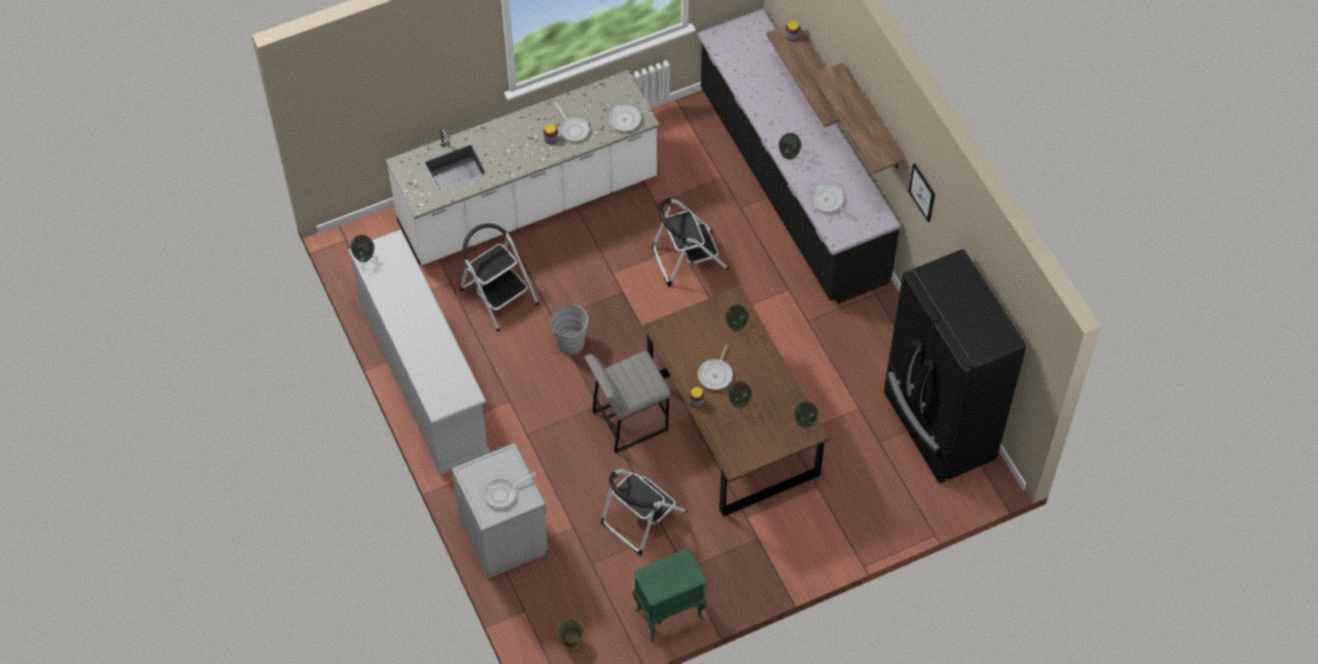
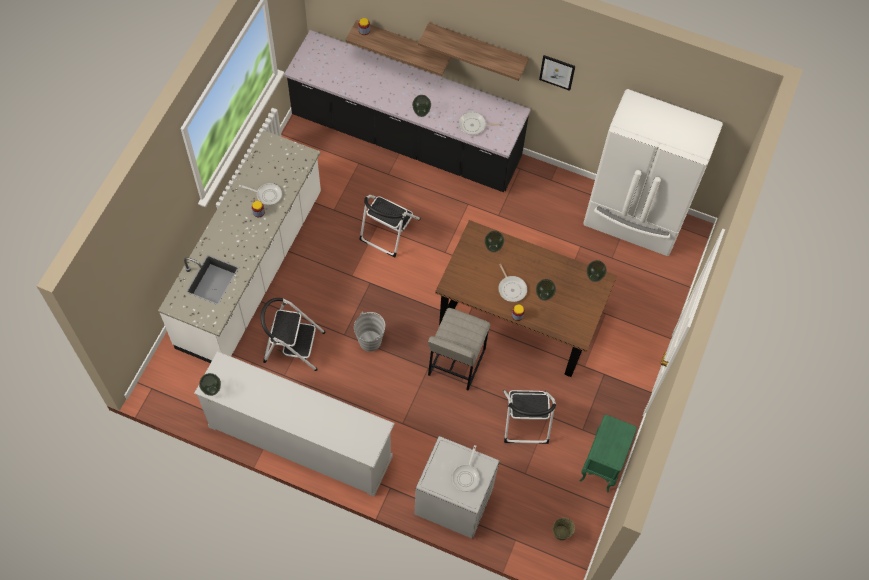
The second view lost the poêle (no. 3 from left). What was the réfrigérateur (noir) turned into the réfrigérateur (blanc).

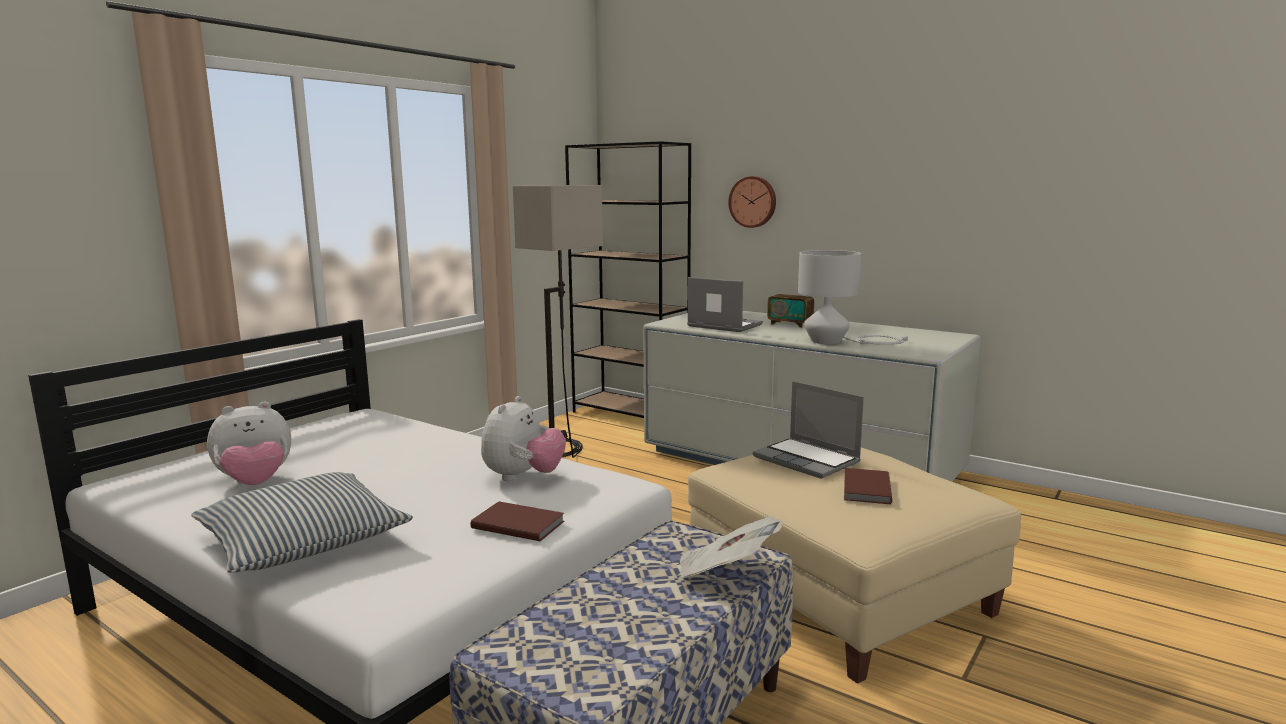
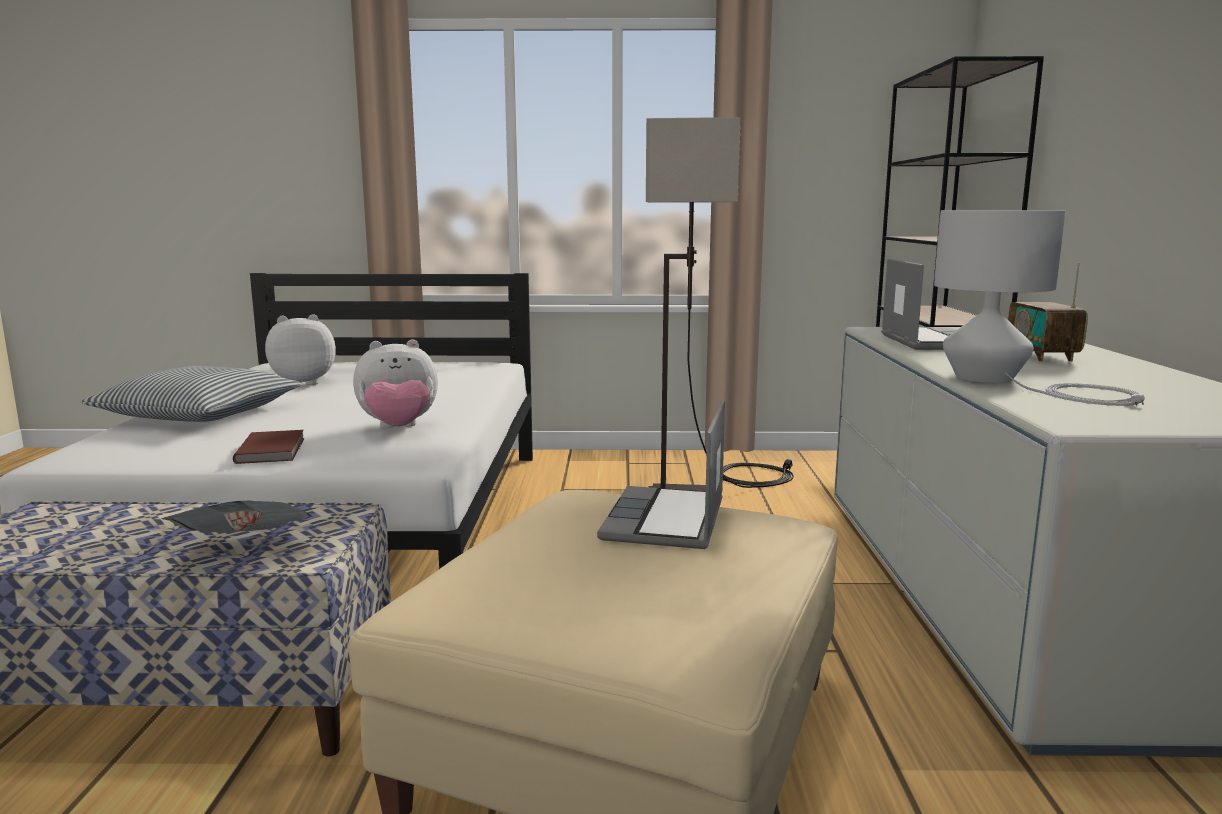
The second view lost the horloge murale. The second view lost the livre (marron) (no. 2 from left). The peluche (no. 1 from left) ended up facing another way, 135 degrees clockwise from before.

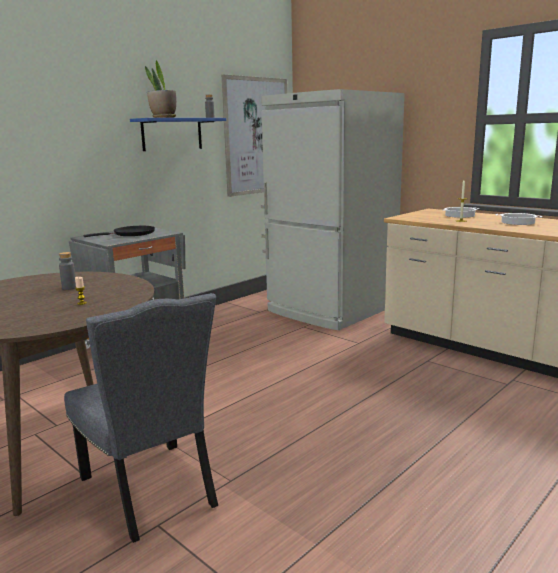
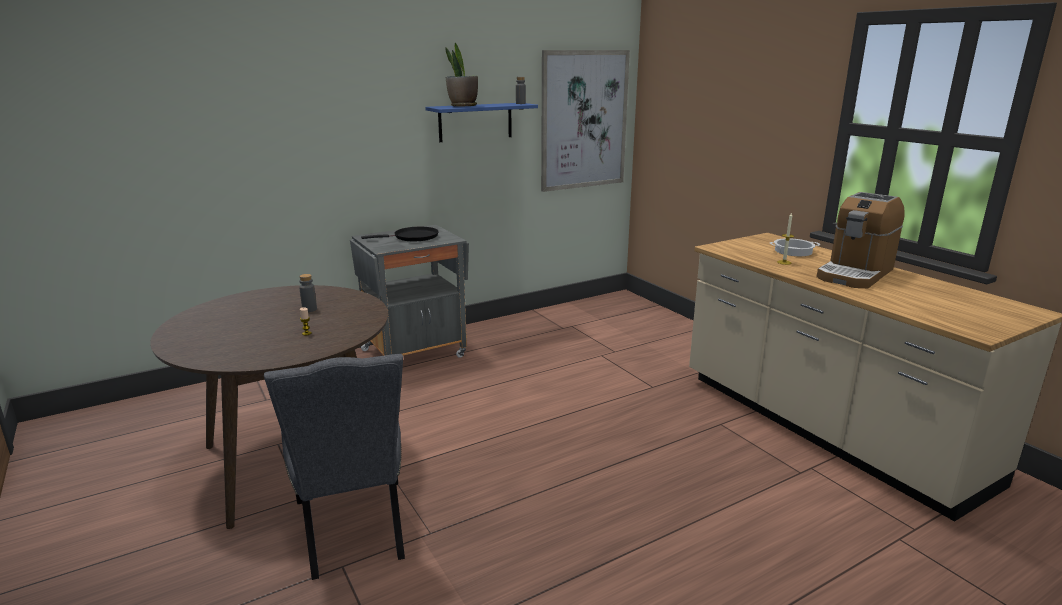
The second view lost the réfrigérateur (blanc). Where the marmite (no. 2 from left) stood, the machine à café came to stand.

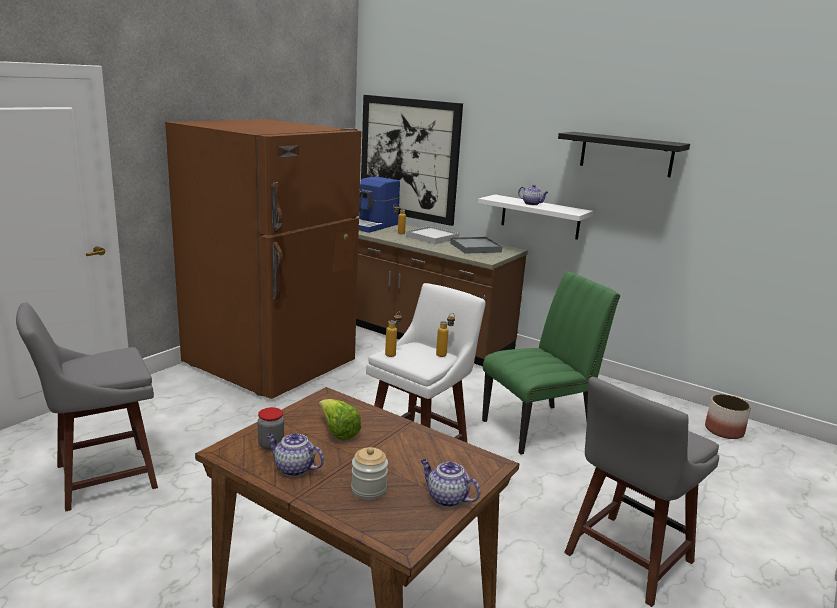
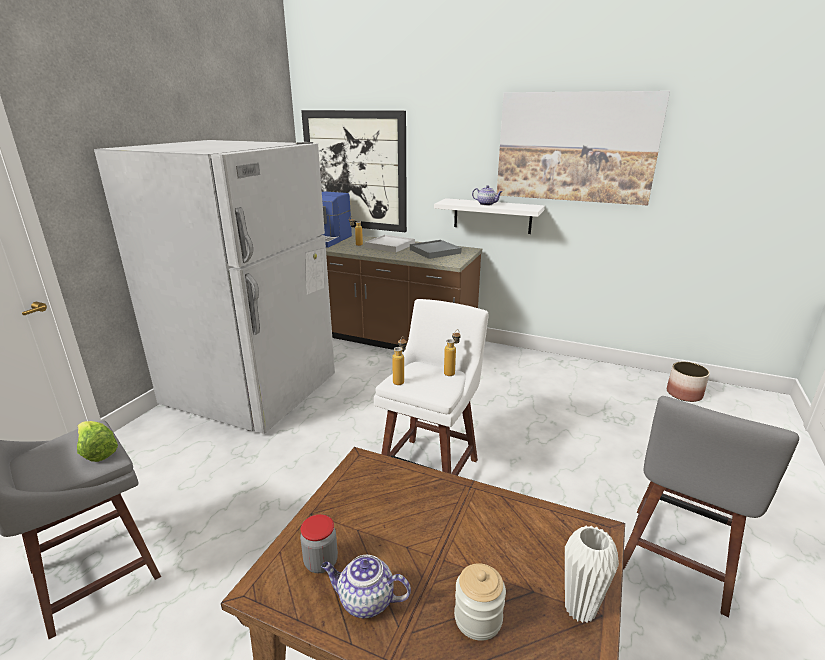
The second view lost the chaise (vert). The laitue ended up elsewhere. Where the théière (no. 2 from left) stood, the vase (blanc) came to stand. Where the étagère (noir) hung, the tableau (no. 2 from left) came to hang. What was the réfrigérateur (marron) turned into the réfrigérateur (blanc).

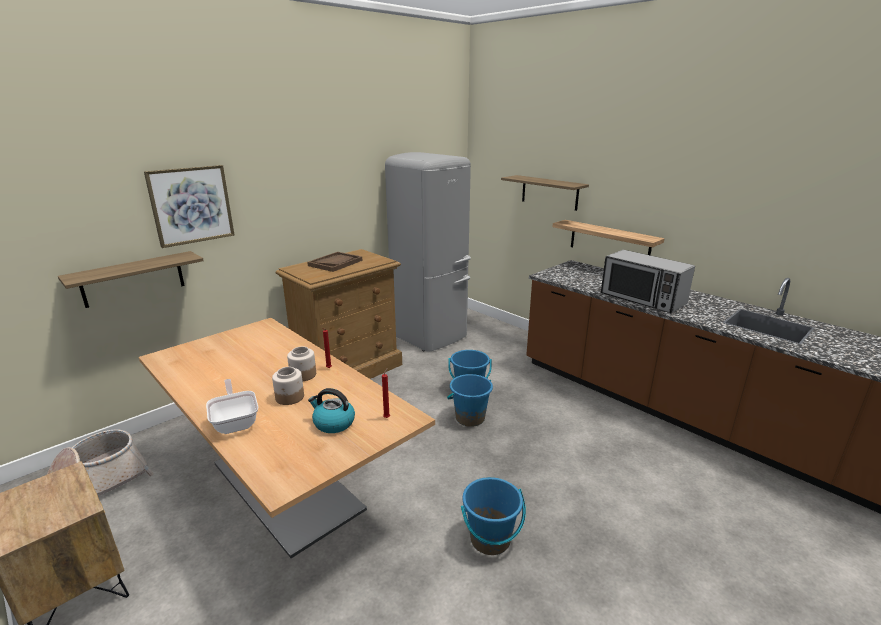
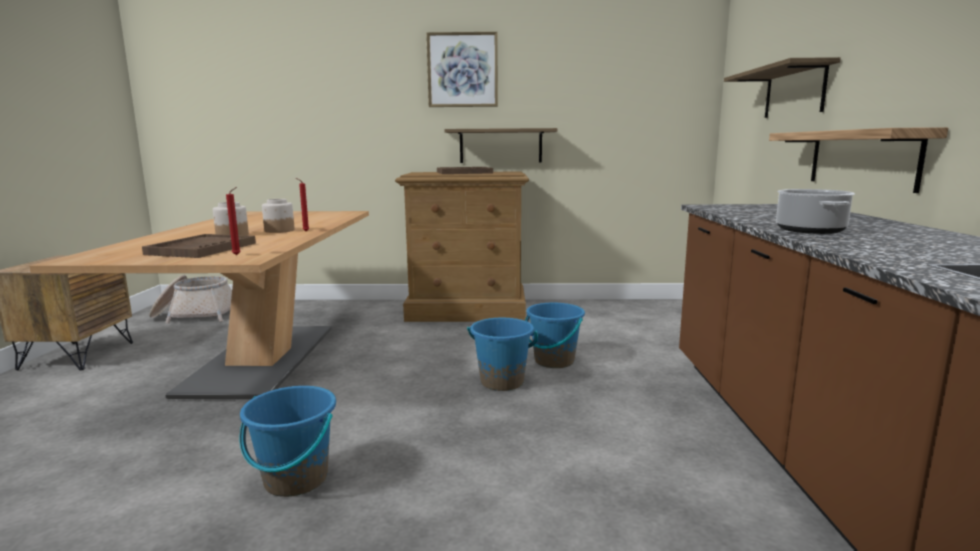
The second view lost the poêle. The second view lost the réfrigérateur (gris). The étagère (no. 1 from left) ended up elsewhere. The tableau ended up elsewhere. Where the bouilloire stood, the plateau (marron) (no. 1 from left) came to stand. Where the micro-ondes stood, the marmite came to stand.

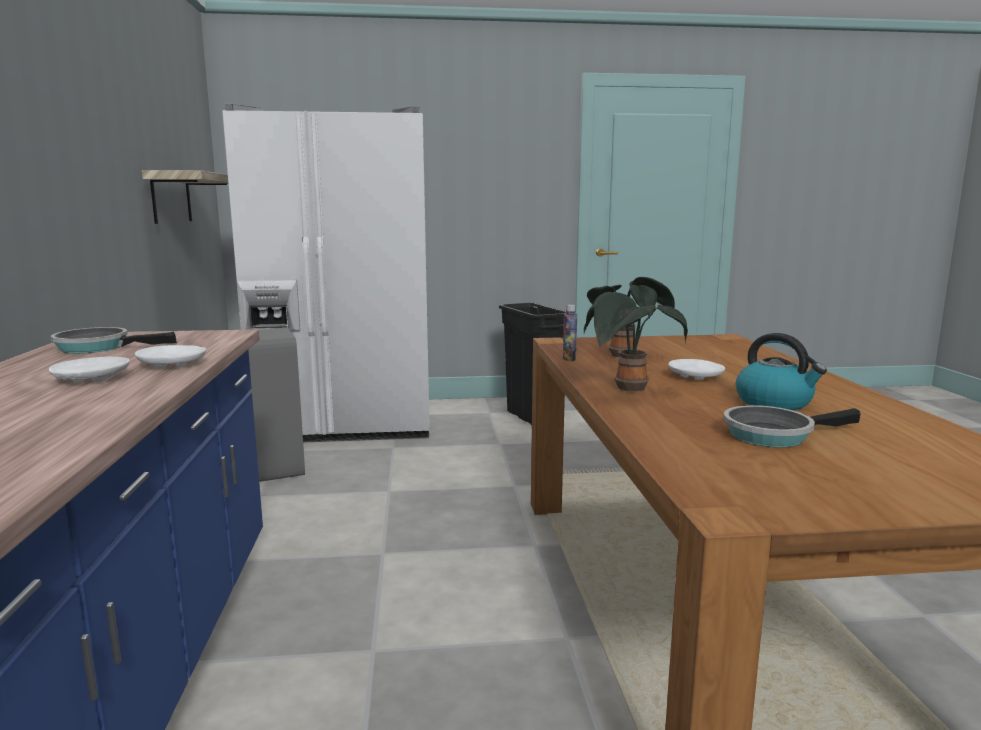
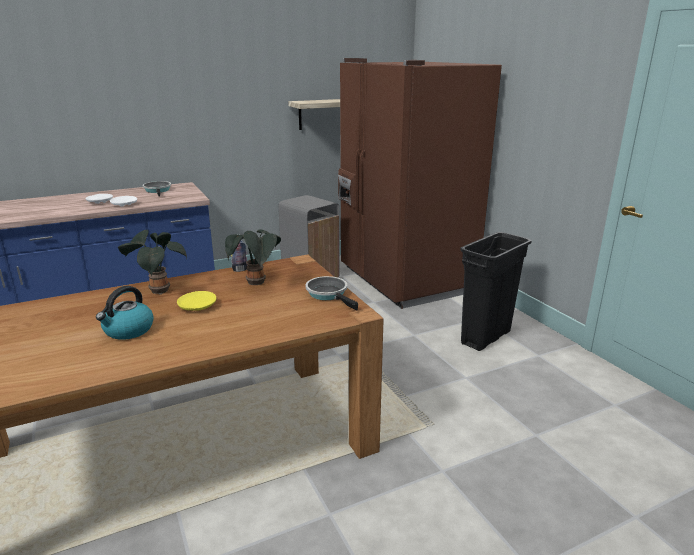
The poêle (no. 2 from left) ended up elsewhere. What was the réfrigérateur (blanc) turned into the réfrigérateur (marron). What was the assiette (blanc) (no. 3 from left) turned into the assiette (jaune).

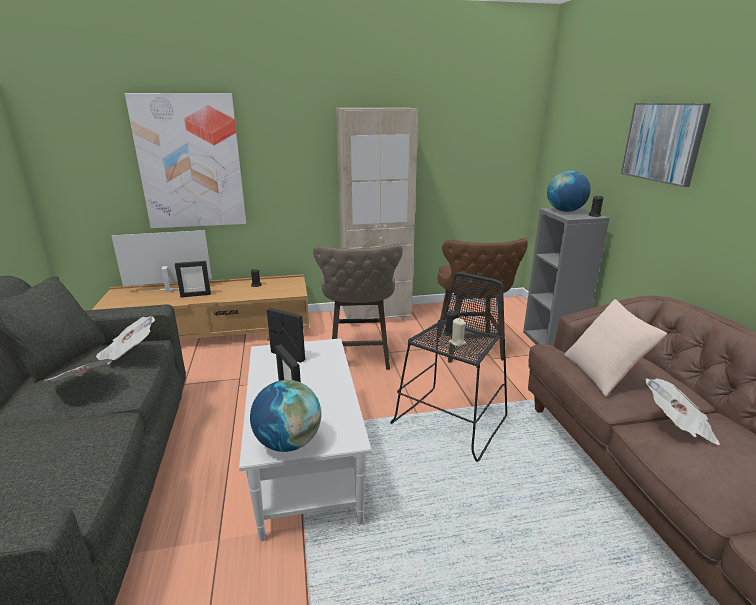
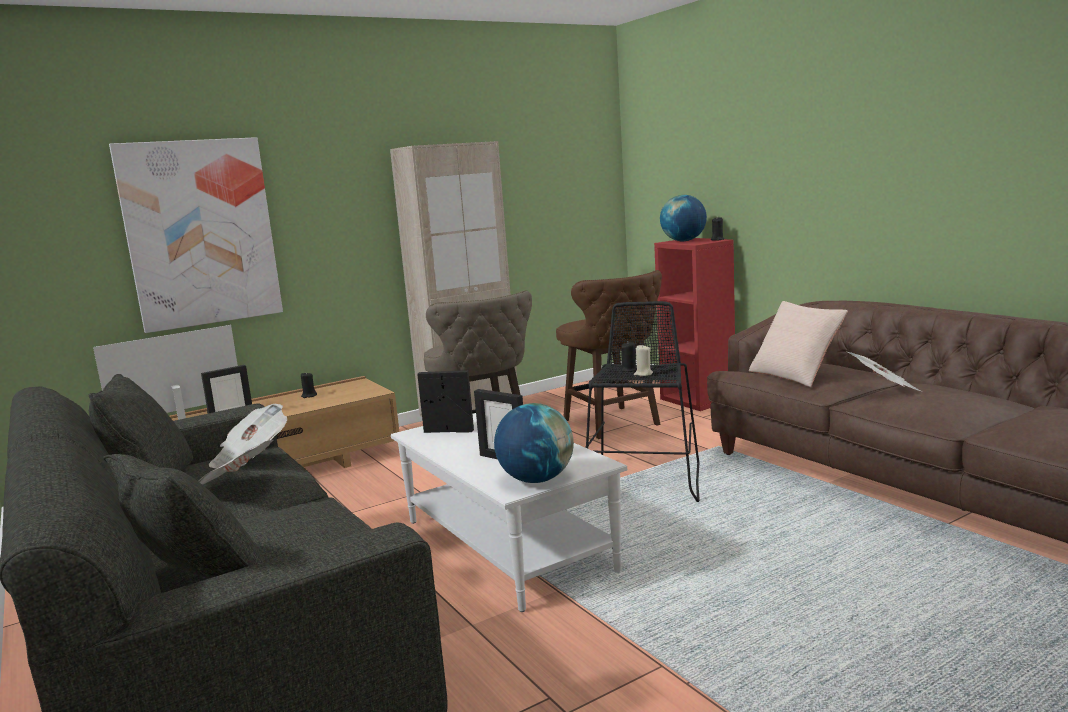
The second view lost the tableau (no. 2 from left). What was the bibliothèque (gris) turned into the bibliothèque (rouge).

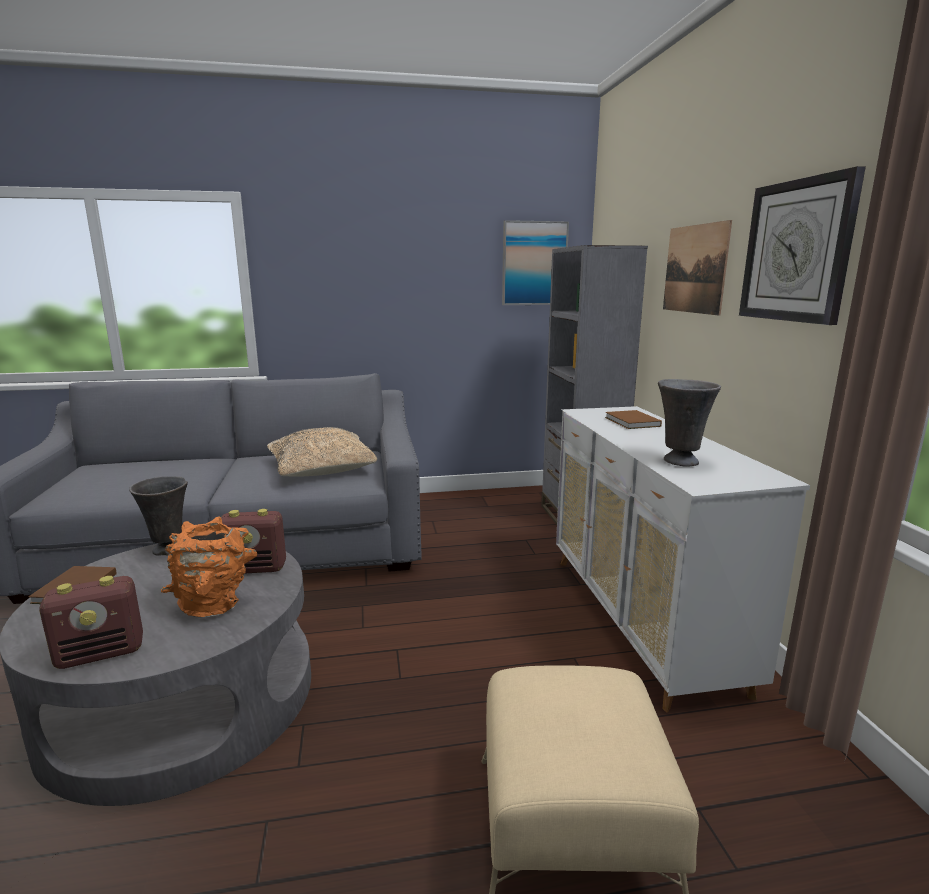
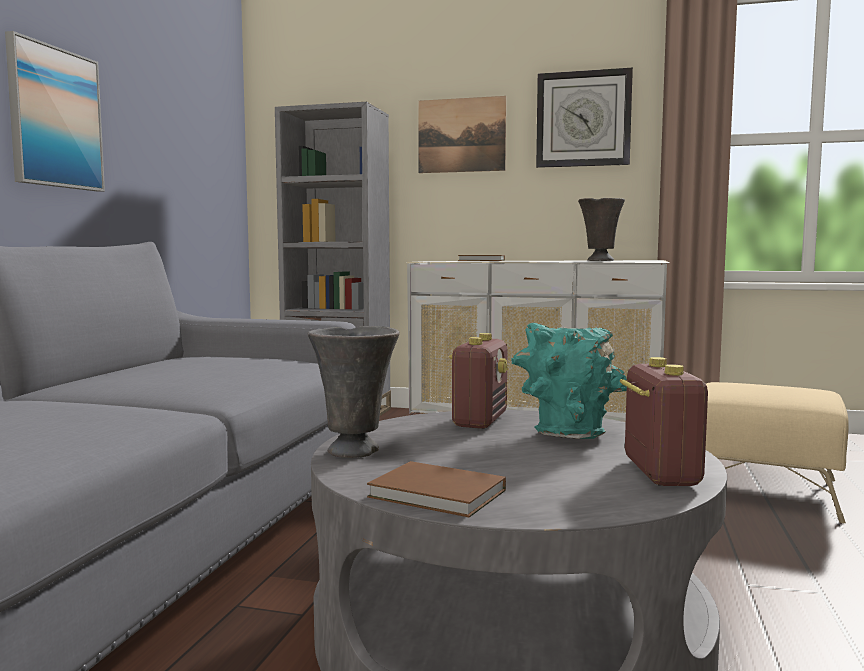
The second view lost the coussin (beige). The tableau (no. 1 from left) ended up elsewhere. What was the vase (orange) turned into the vase (turquoise).

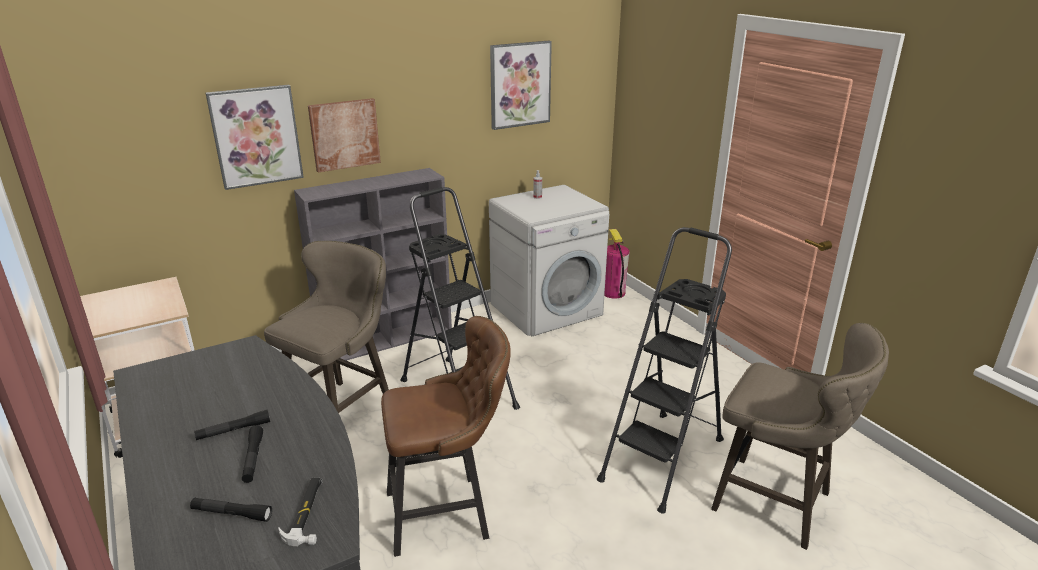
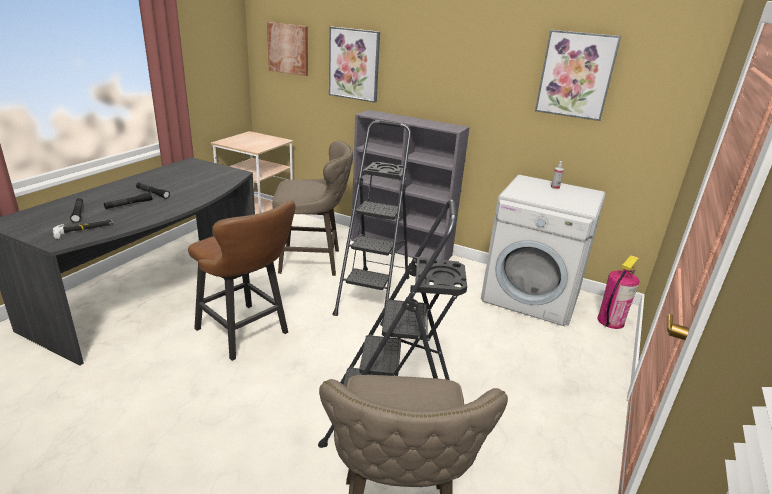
The tableau (no. 2 from left in the first image) ended up elsewhere.

